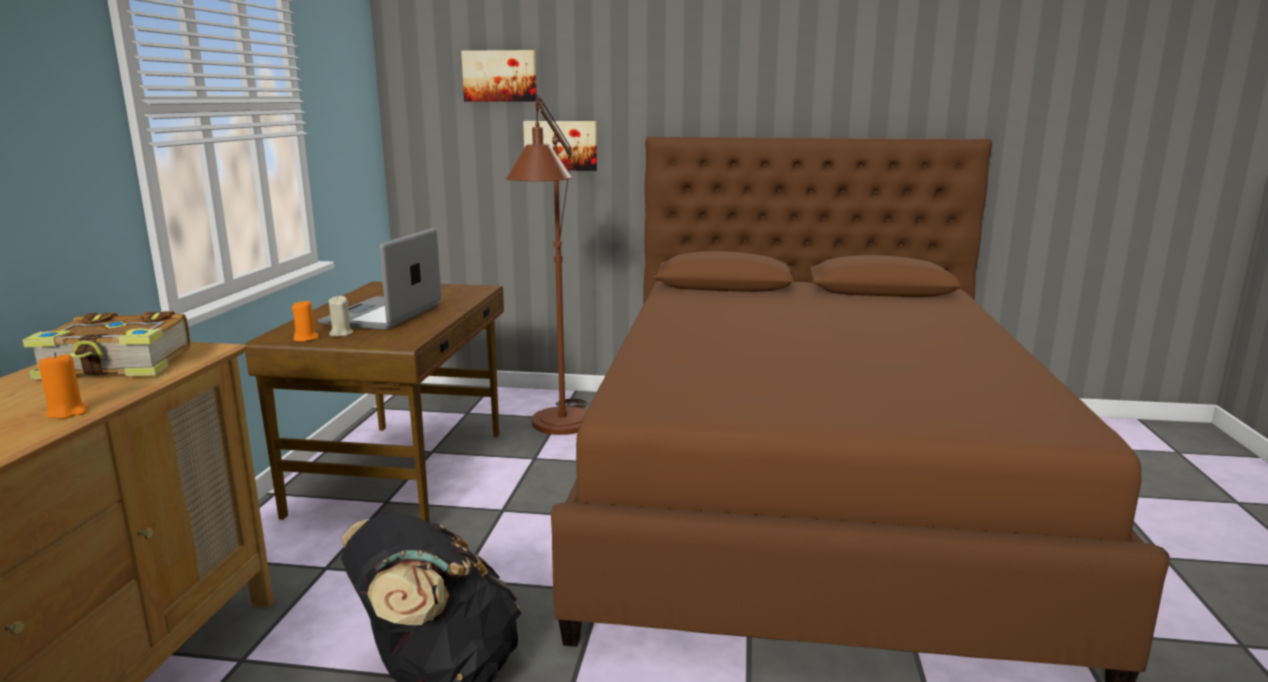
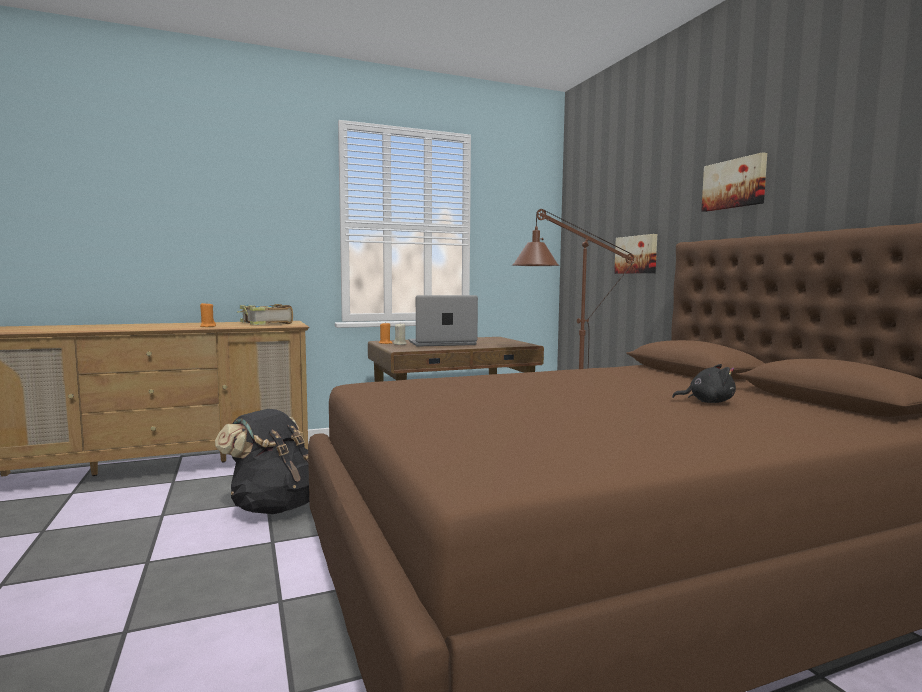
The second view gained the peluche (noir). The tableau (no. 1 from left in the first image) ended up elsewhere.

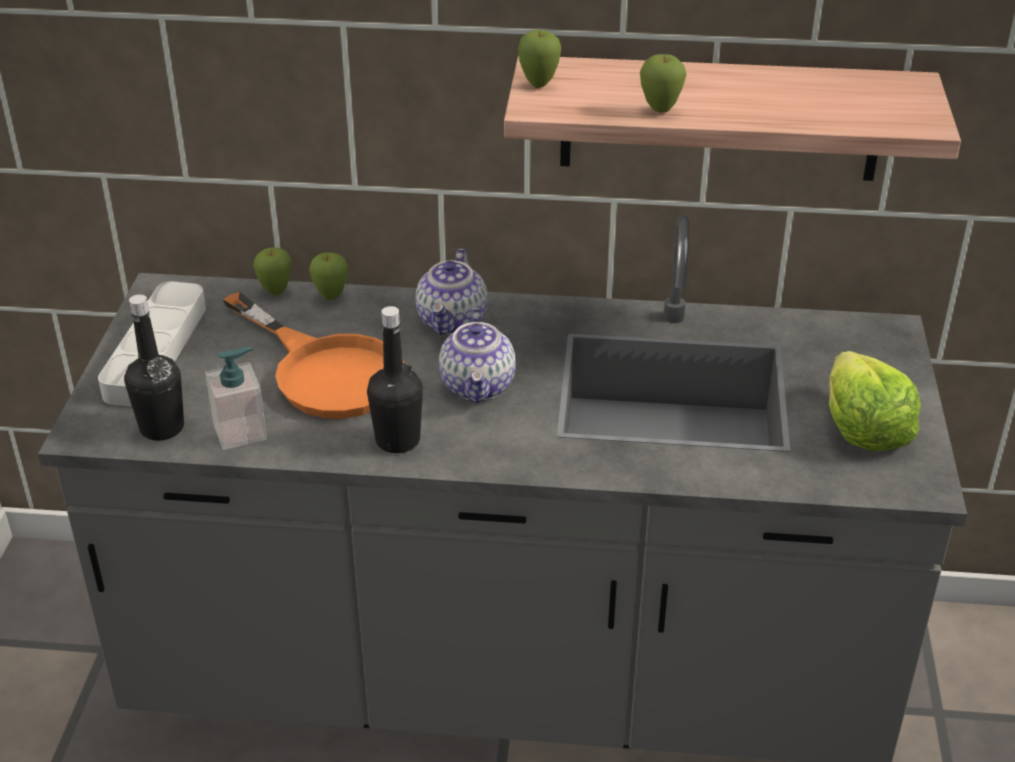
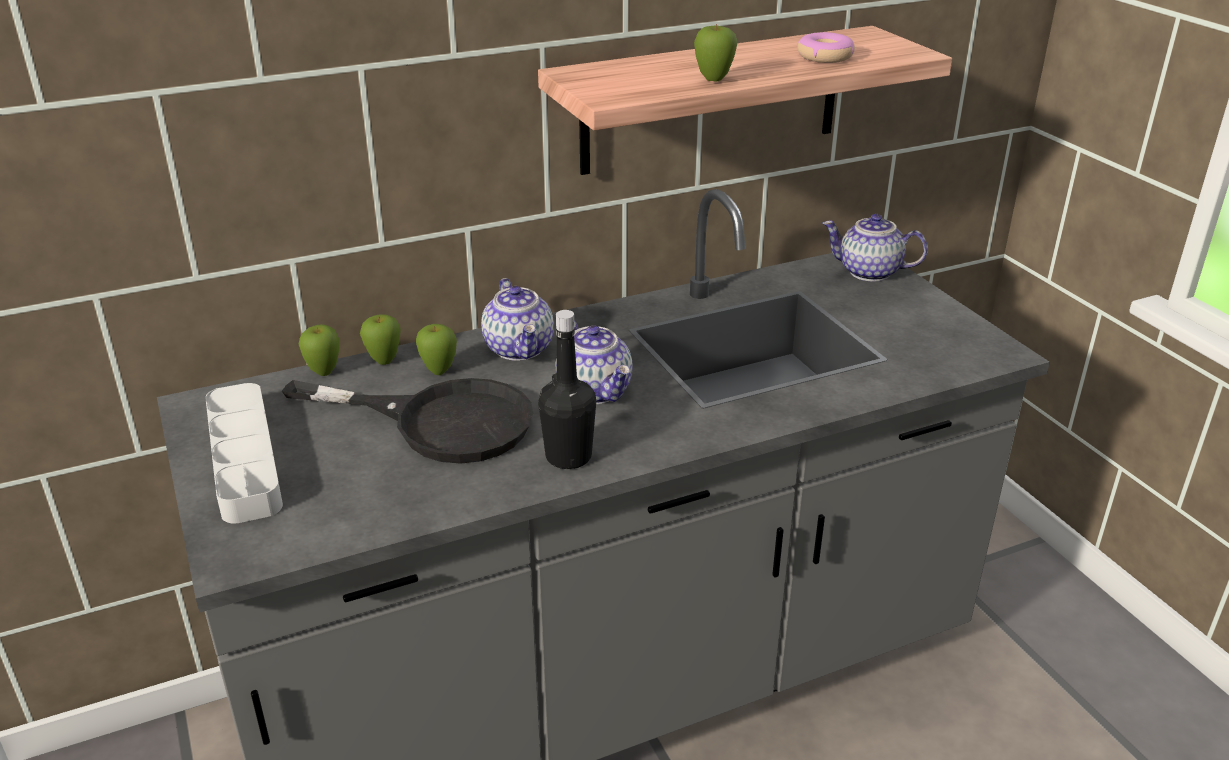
The second view lost the bouteille (noir) (no. 1 from left). The second view lost the distributeur de savon. The second view lost the laitue. The second view gained the beignet. The second view gained the théière (no. 3 from left). The pomme (no. 3 from left) ended up elsewhere. What was the poêle (orange) turned into the poêle (noir).

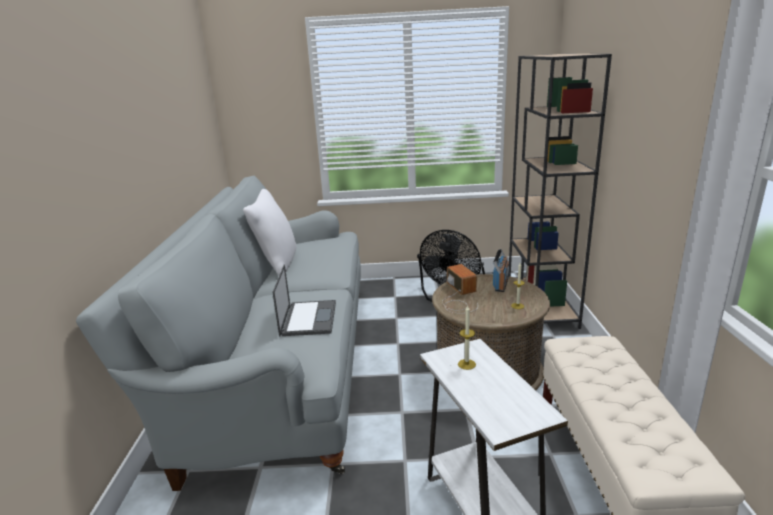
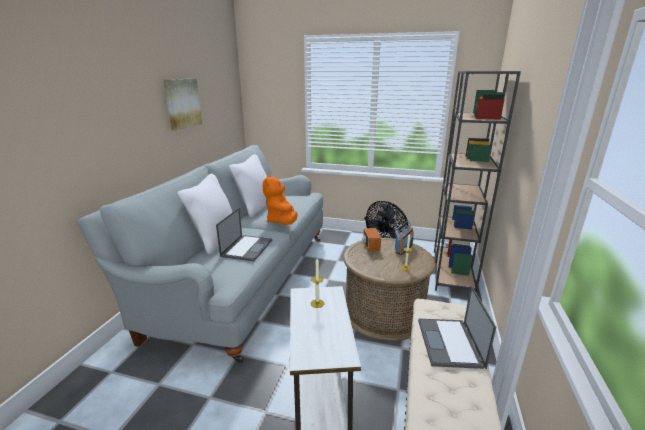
The second view gained the tableau. The second view gained the coussin (blanc) (no. 1 from left). The second view gained the peluche (orange). The second view gained the ordinateur portable (no. 2 from left).

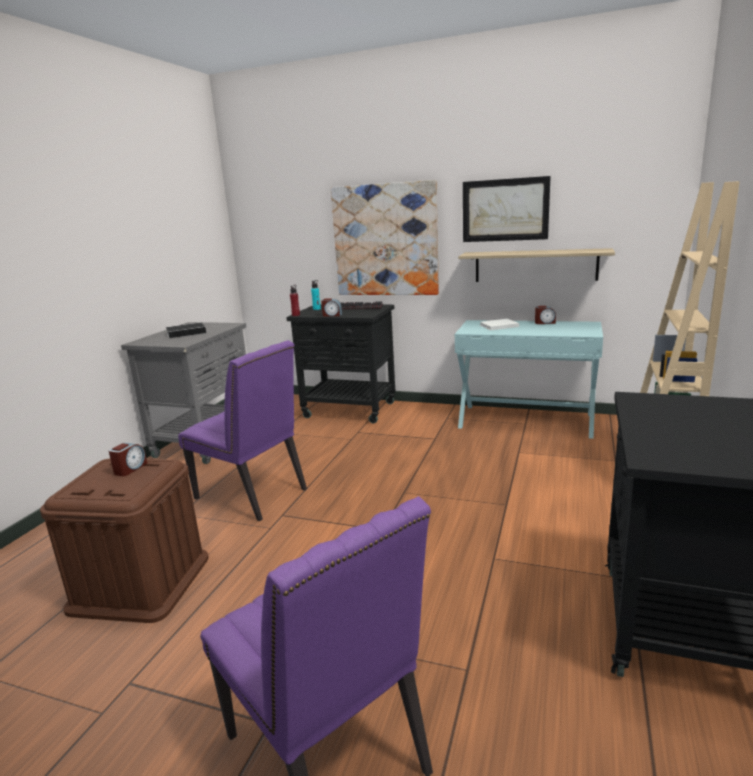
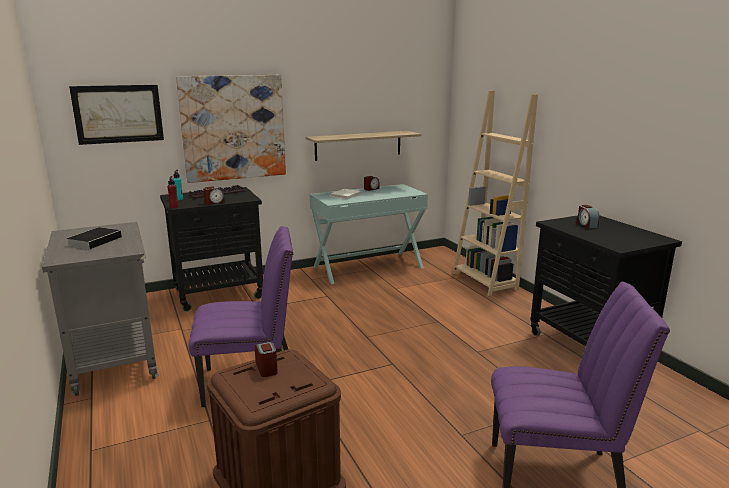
The second view gained the réveil (no. 4 from left). The tableau (no. 2 from left in the first image) ended up elsewhere.

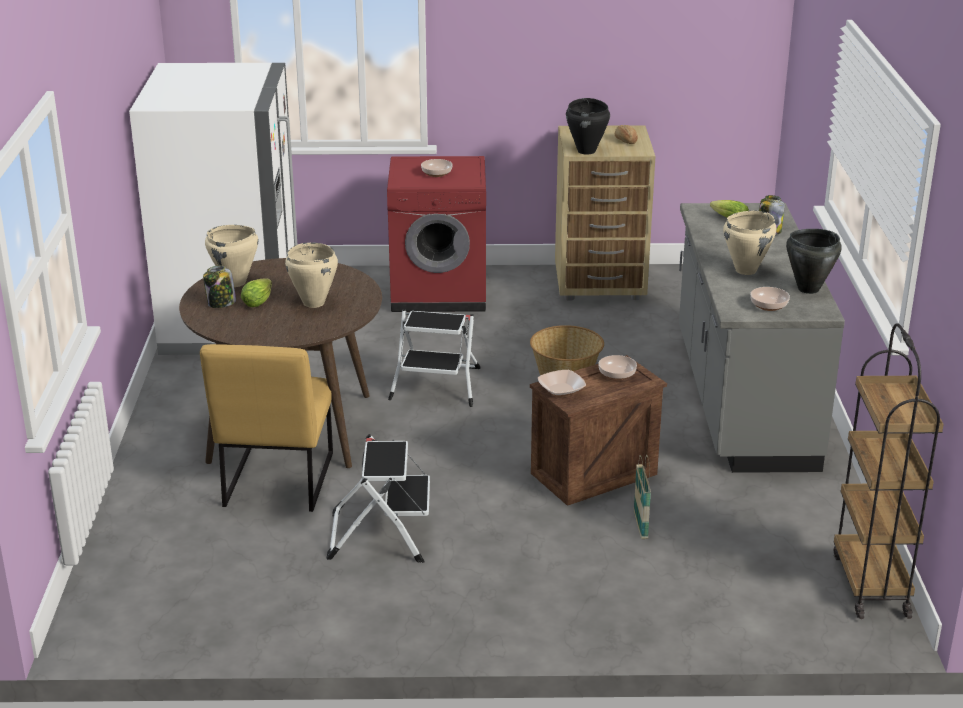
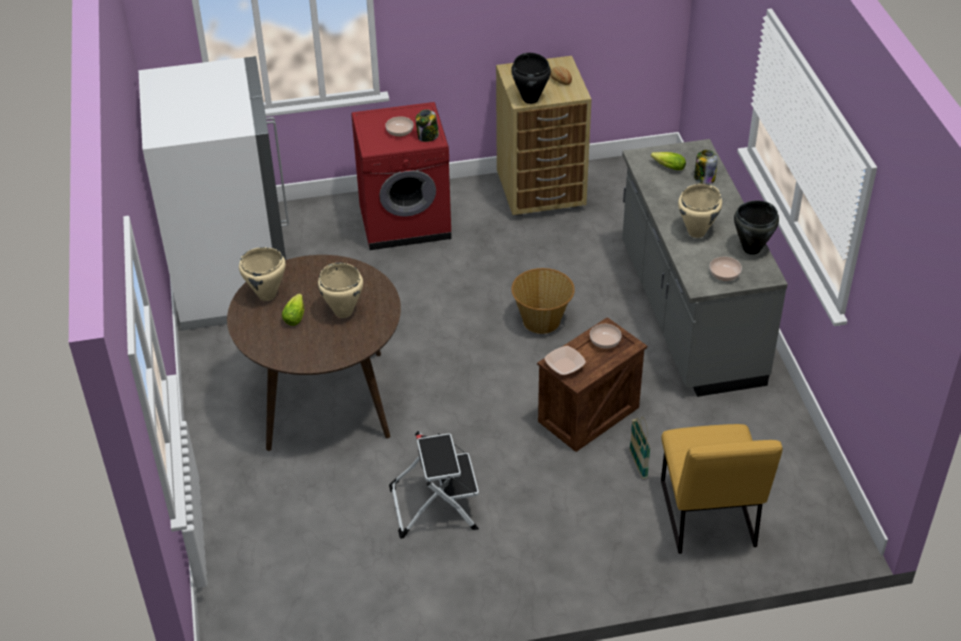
The second view lost the escabeau (no. 2 from left). The second view lost the chariot (marron). The chaise (jaune) ended up elsewhere. The bocal (no. 1 from left) ended up elsewhere.

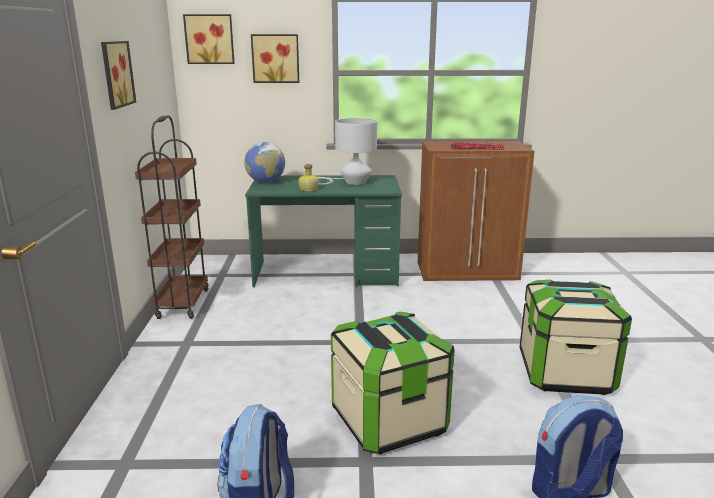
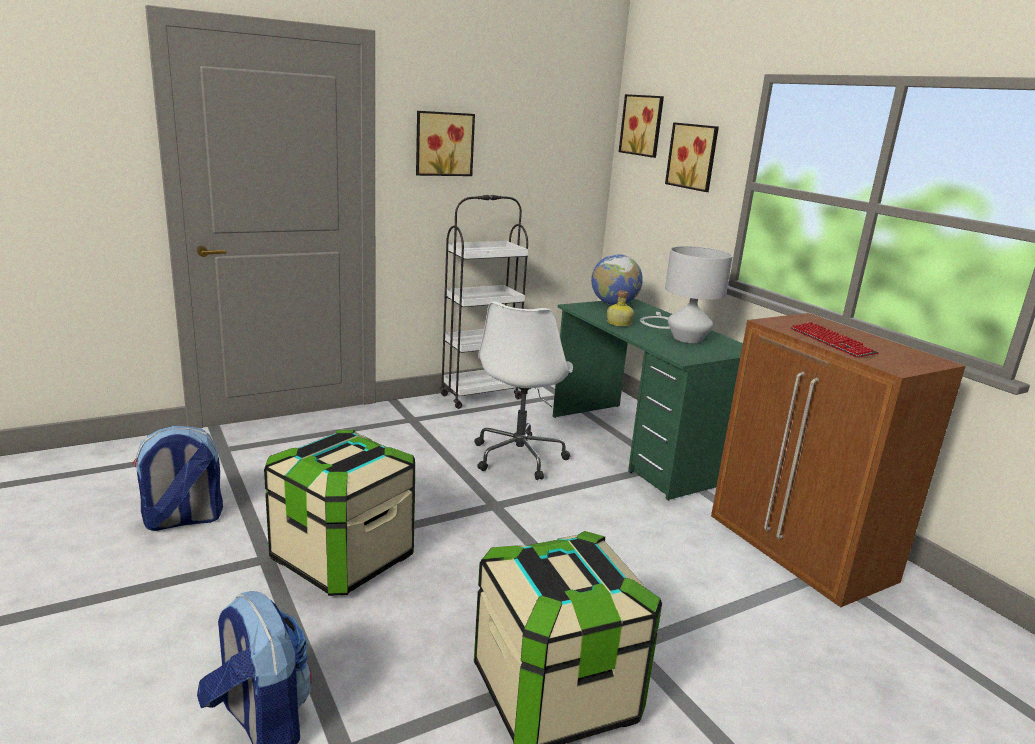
The second view gained the chaise de bureau (blanc). What was the chariot (marron) turned into the chariot (blanc).

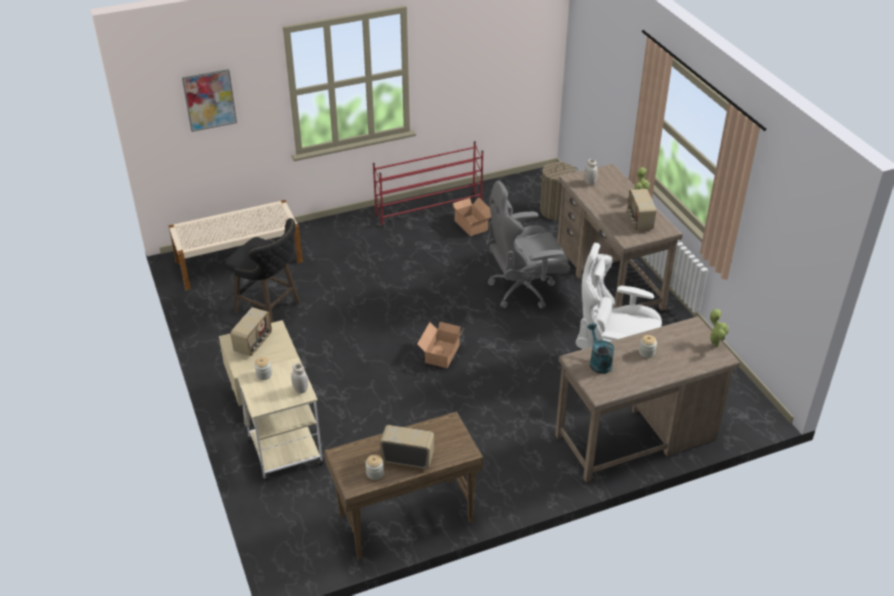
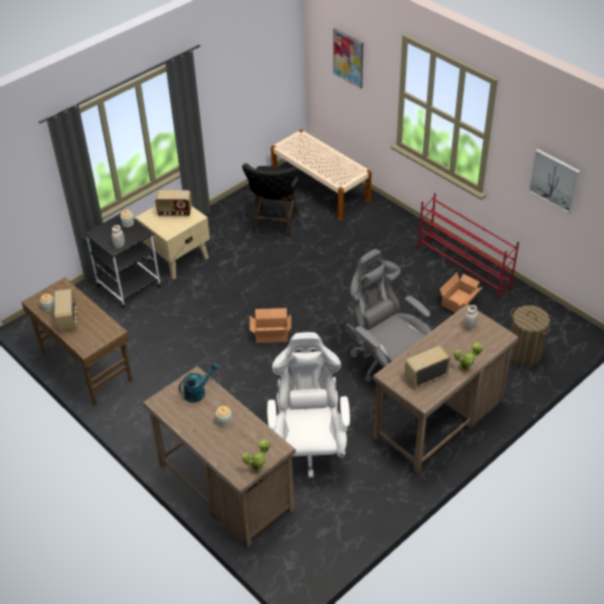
The second view gained the tableau (no. 2 from left). What was the chariot (beige) turned into the chariot (noir).

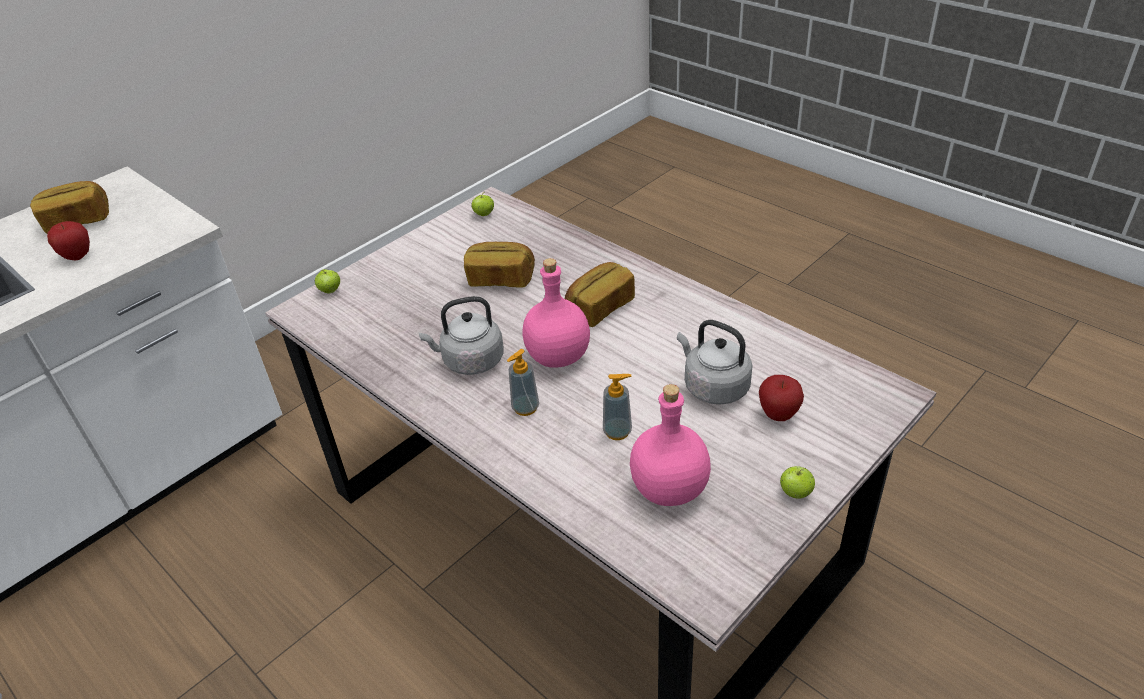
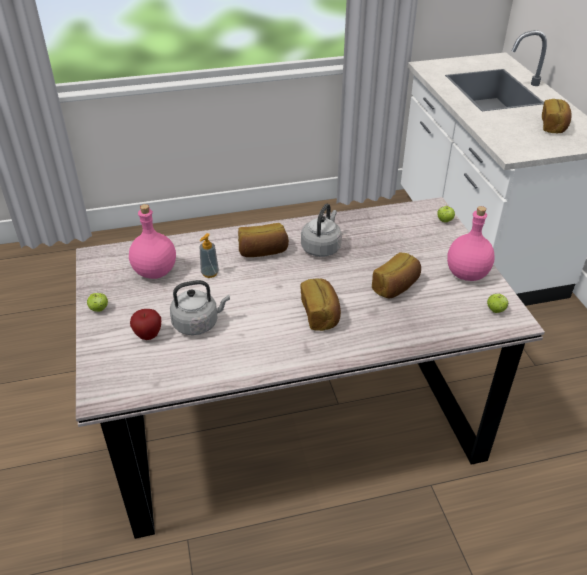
The second view lost the pomme (no. 1 from left). The bouteille (rose) (no. 1 from left in the first image) ended up elsewhere. Where the distributeur de savon (no. 1 from left) stood, the pain (no. 1 from left) came to stand.

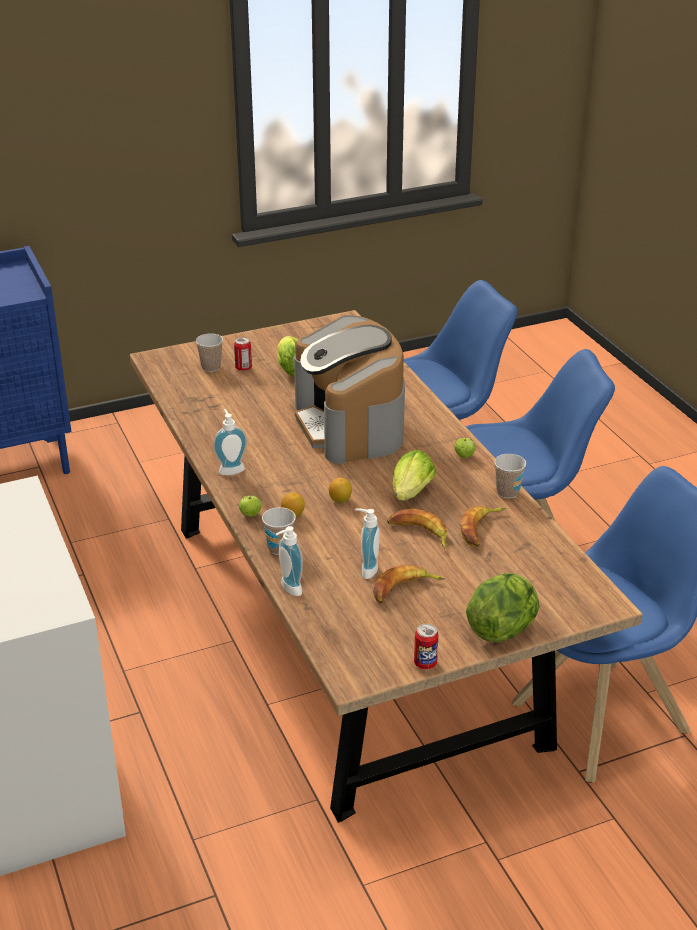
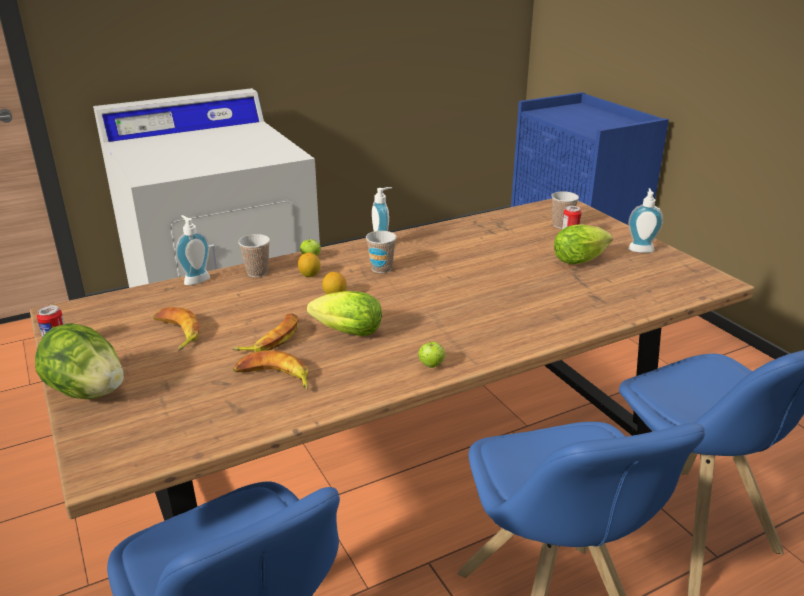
The second view lost the machine à café. The distributeur de savon (no. 3 from left) ended up elsewhere. The tasse (no. 3 from left in the first image) ended up elsewhere.

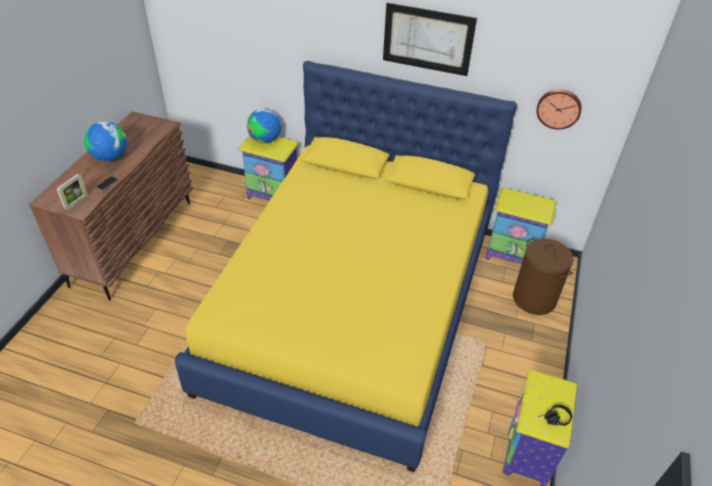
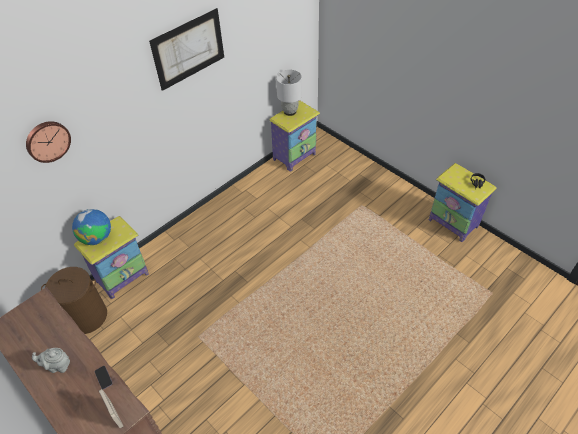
The second view lost the lit (jaune). The second view gained the lampe de table (blanc). The panier à linge (marron) ended up elsewhere. The horloge murale ended up elsewhere. Where the globe (no. 1 from left) stood, the théière (gris) came to stand.

